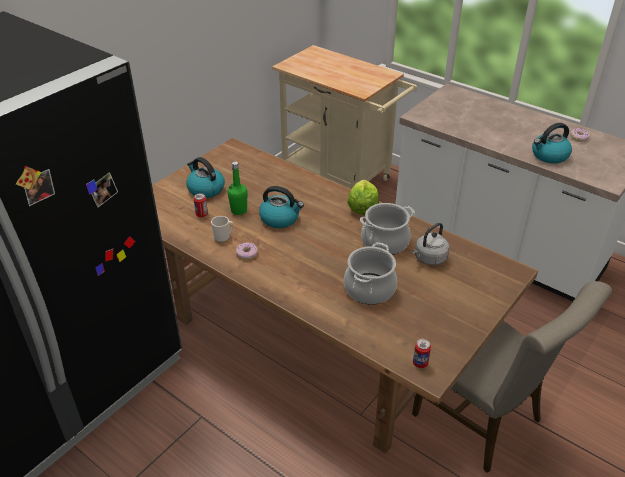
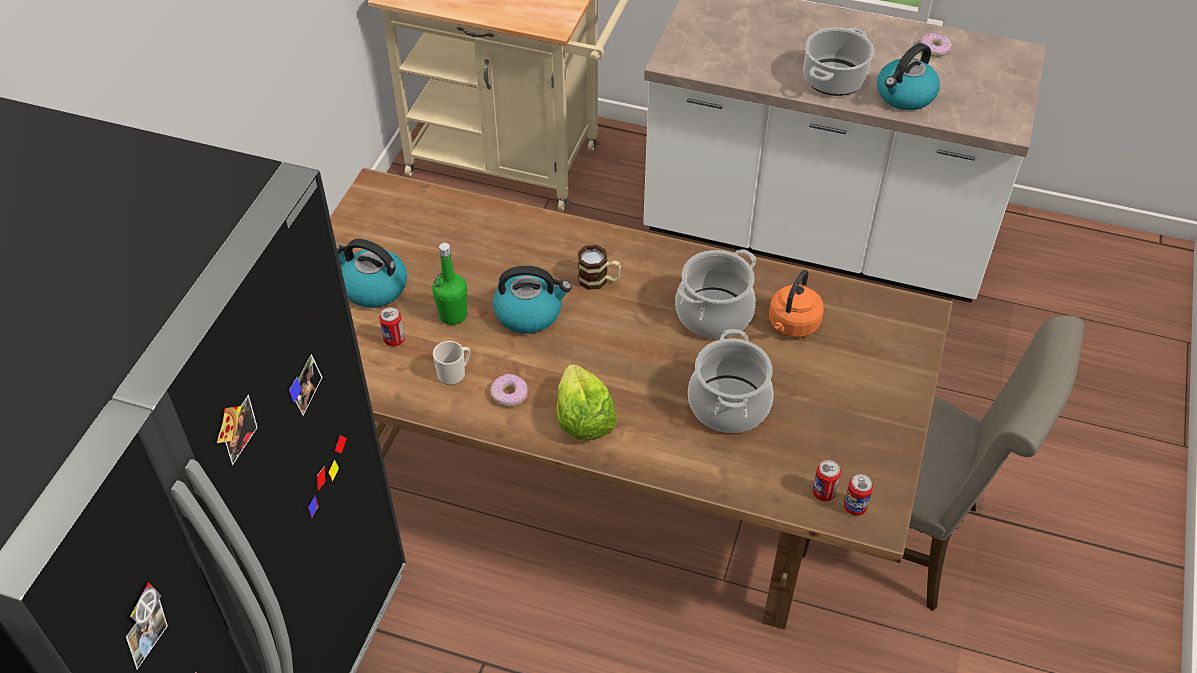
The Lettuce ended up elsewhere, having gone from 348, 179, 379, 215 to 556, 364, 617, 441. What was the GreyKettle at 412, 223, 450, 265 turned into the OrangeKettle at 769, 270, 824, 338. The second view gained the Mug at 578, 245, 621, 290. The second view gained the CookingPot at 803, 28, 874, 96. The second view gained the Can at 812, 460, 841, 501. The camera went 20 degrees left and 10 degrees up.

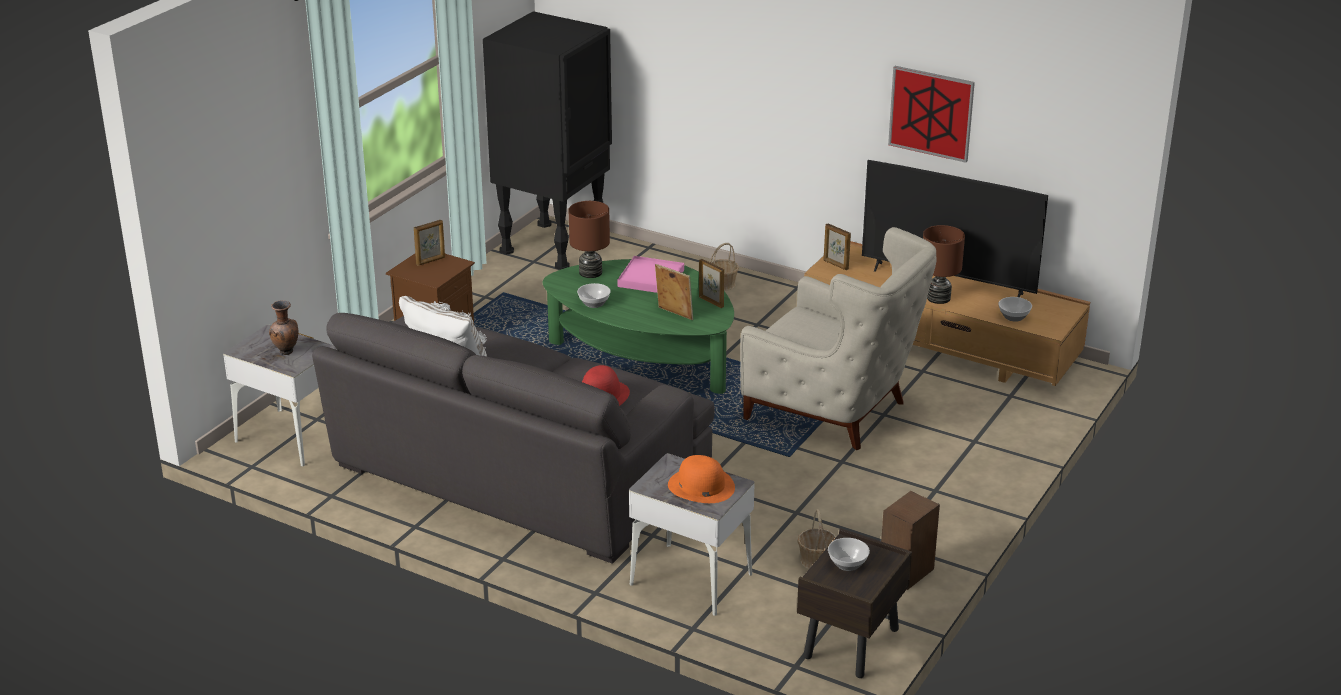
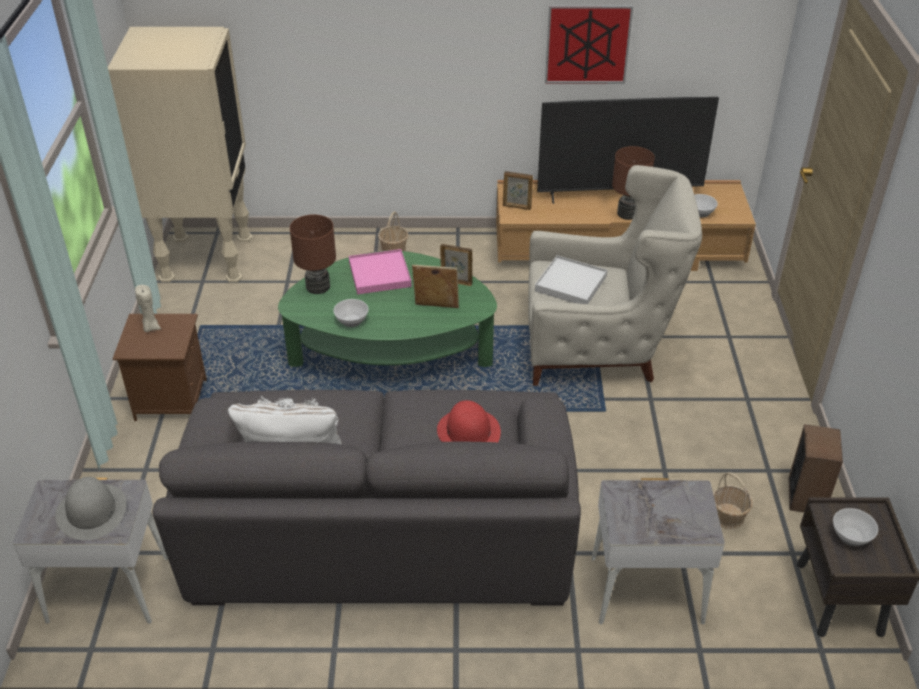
Where the BrownVase stood at 269, 300, 299, 355, the GreyHat came to stand at 55, 477, 126, 540. Where the PictureFrame stood at 414, 220, 445, 266, the BeigeCandle came to stand at 135, 285, 161, 332. What was the BlackCabinet at 483, 11, 612, 270 turned into the BeigeCabinet at 108, 27, 253, 282. The second view lost the OrangeHat at 668, 455, 735, 503. The second view gained the WhiteTray at 535, 255, 607, 304. The camera went 30 degrees left and 10 degrees up.

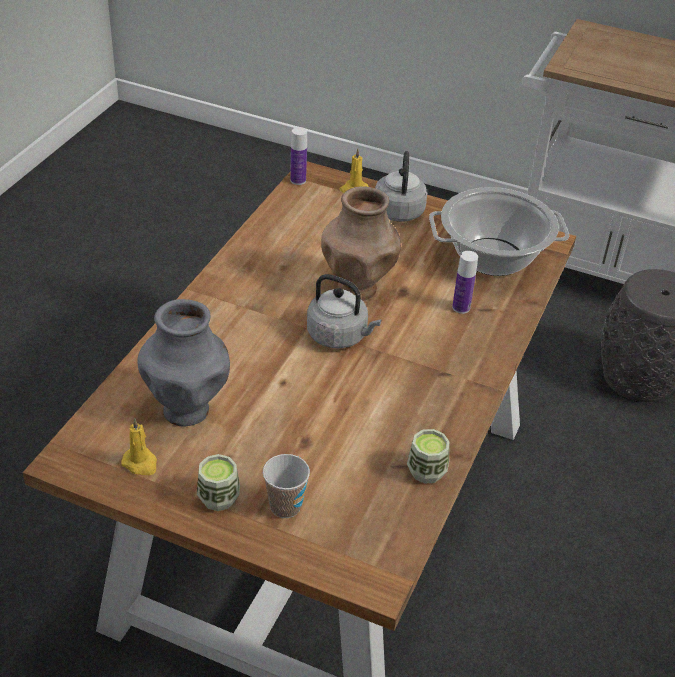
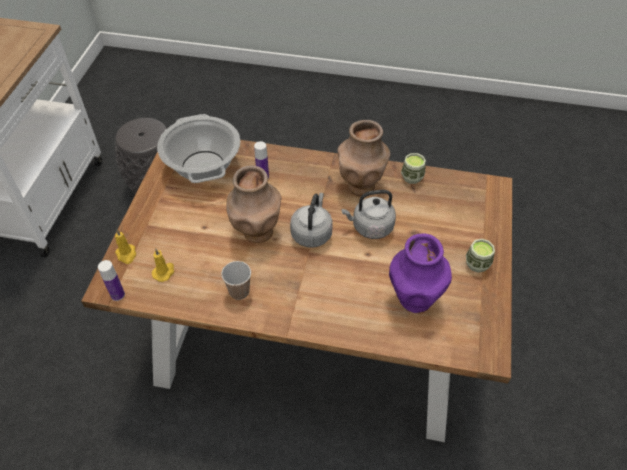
The YellowCandle ended up elsewhere, having gone from 121, 418, 157, 475 to 152, 249, 174, 282. What was the GreyVase at 137, 299, 230, 427 turned into the PurpleVase at 389, 233, 452, 313. The Cup ended up elsewhere, having gone from 263, 454, 310, 518 to 221, 261, 251, 300. The GreyKettle ended up elsewhere, having gone from 375, 151, 427, 222 to 341, 190, 396, 239. The second view gained the BrownVase at 338, 120, 390, 196. The camera went 100 degrees left and 10 degrees up.

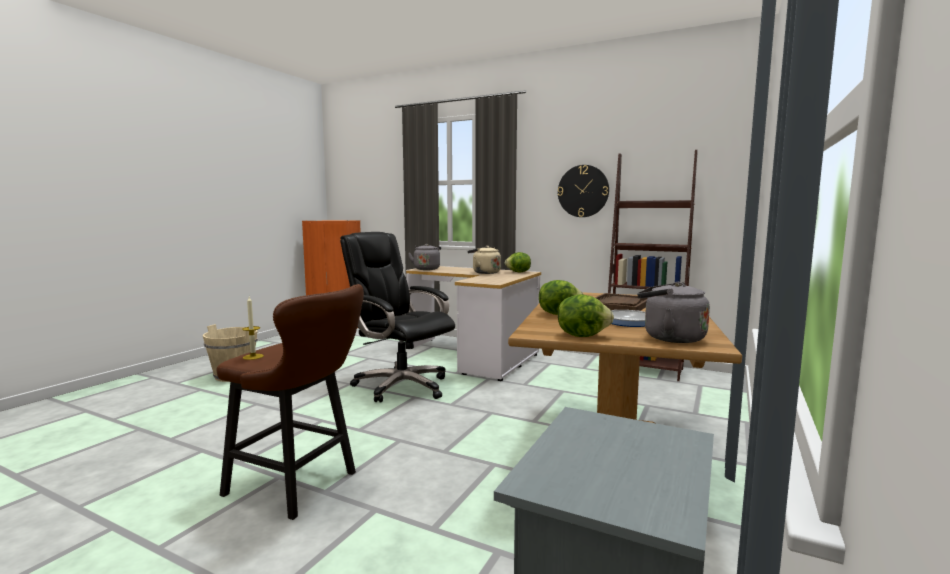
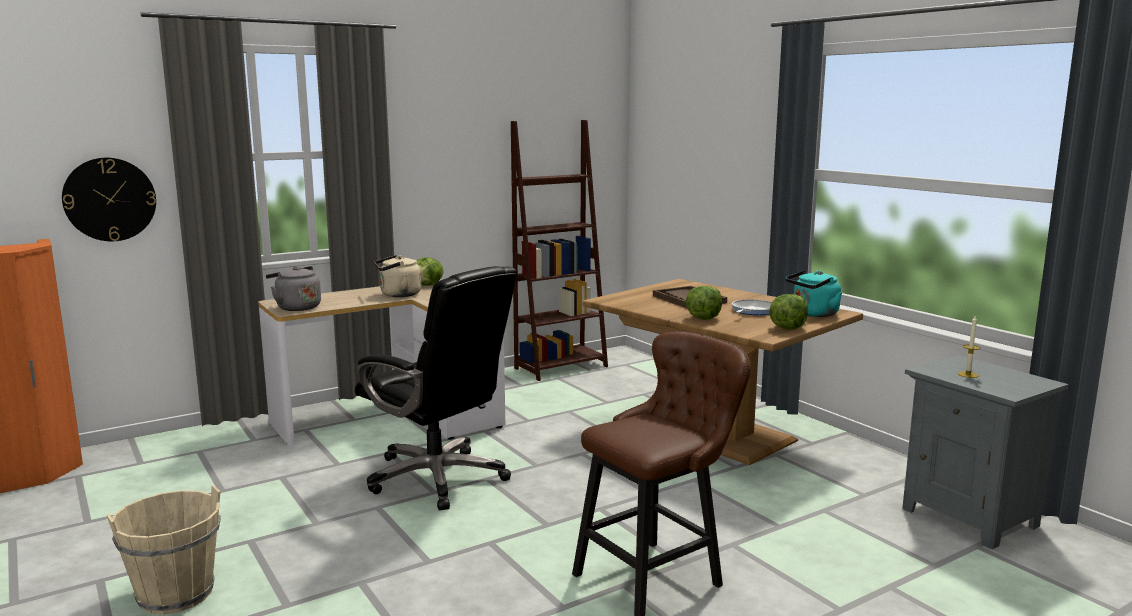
The Candle ended up elsewhere, having gone from 242, 297, 264, 360 to 958, 316, 980, 378. The BlackOfficeChair at 340, 232, 455, 402 ended up facing another way, 120 degrees counterclockwise from before. The WallClock ended up elsewhere, having gone from 558, 165, 609, 217 to 62, 158, 156, 241. What was the GreyKettle at 637, 282, 710, 343 turned into the TurquoiseKettle at 786, 270, 842, 317. The camera went 60 degrees left and 5 degrees up.

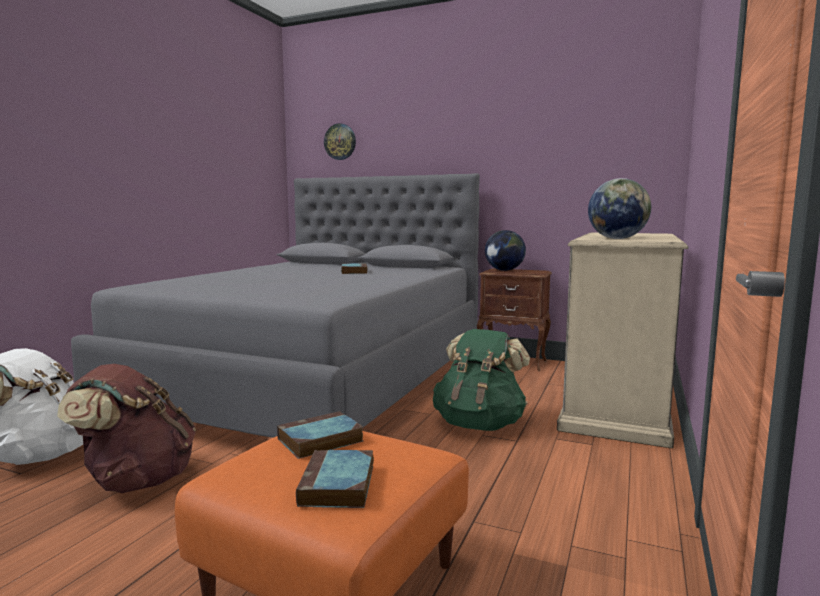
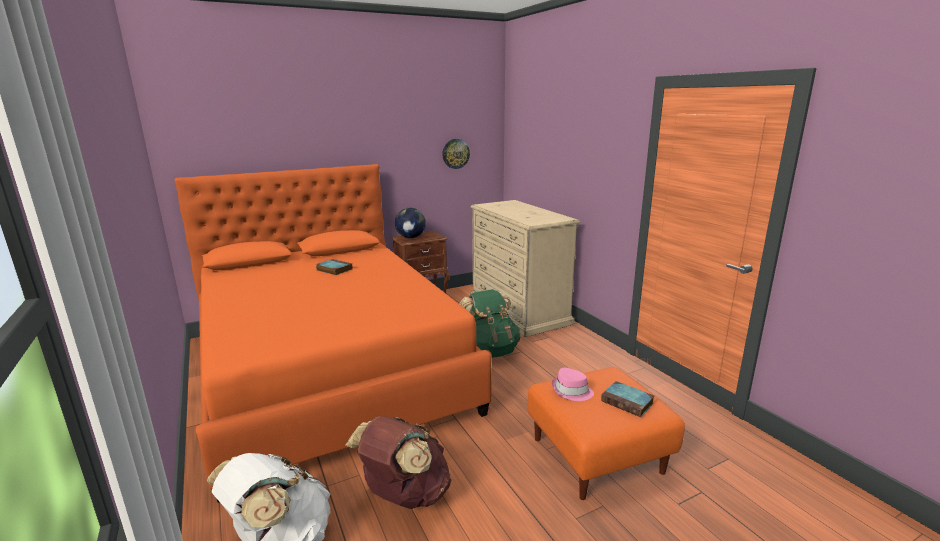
What was the GreyBed at 71, 173, 480, 438 turned into the OrangeBed at 175, 164, 492, 503. Where the Book stood at 277, 411, 363, 459, the PinkHat came to stand at 552, 368, 594, 401. The WallClock ended up elsewhere, having gone from 324, 123, 356, 160 to 442, 139, 470, 169. The second view lost the Globe at 588, 178, 651, 239. The camera went 50 degrees left and 10 degrees up.

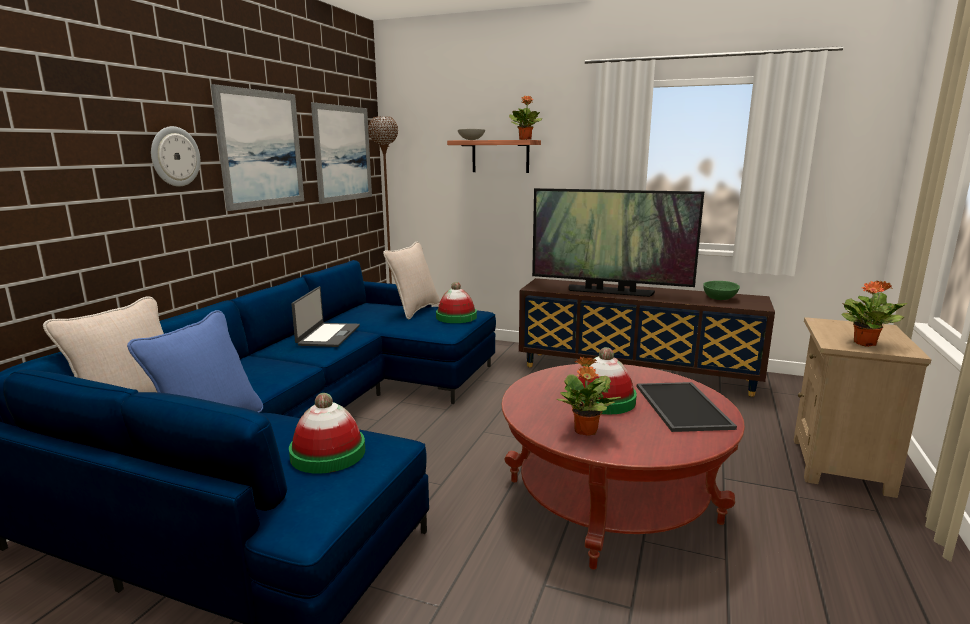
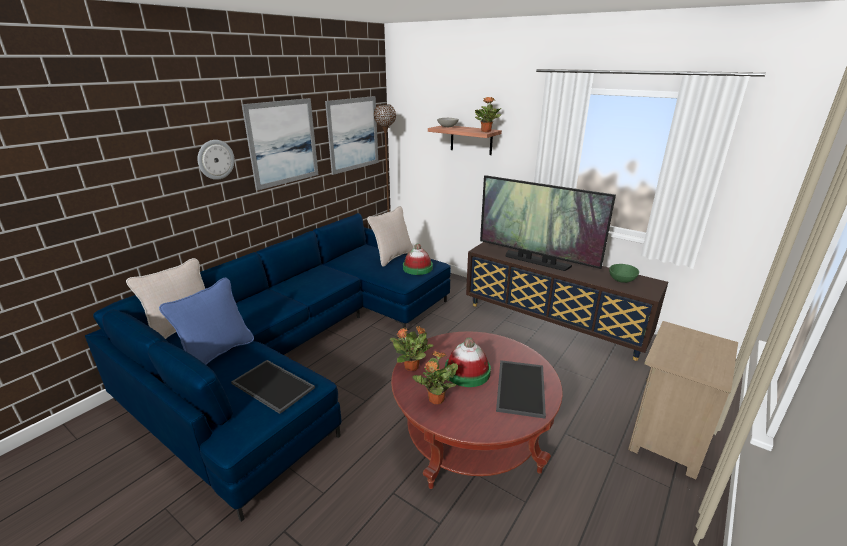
Where the Hat stood at 289, 393, 365, 474, the Tray came to stand at 231, 360, 315, 414. The second view lost the Laptop at 291, 286, 360, 347. The PottedPlant ended up elsewhere, having gone from 842, 281, 908, 347 to 389, 326, 433, 371. The camera went 15 degrees right and 10 degrees up.

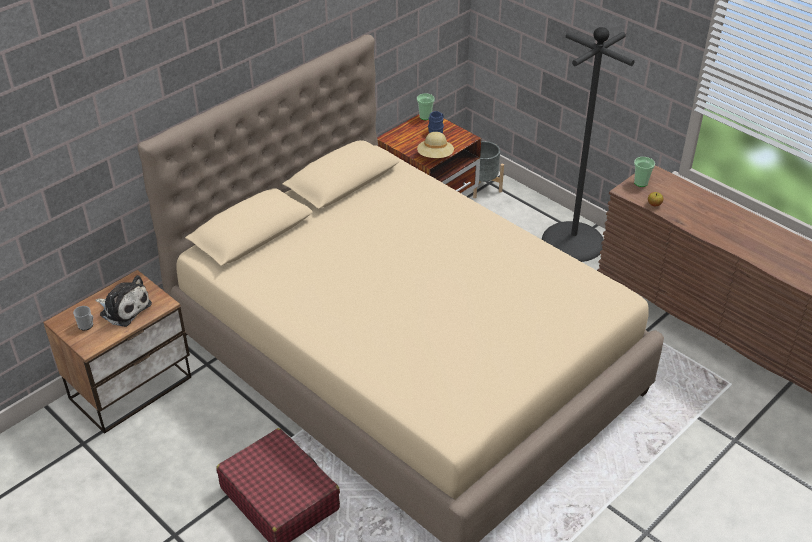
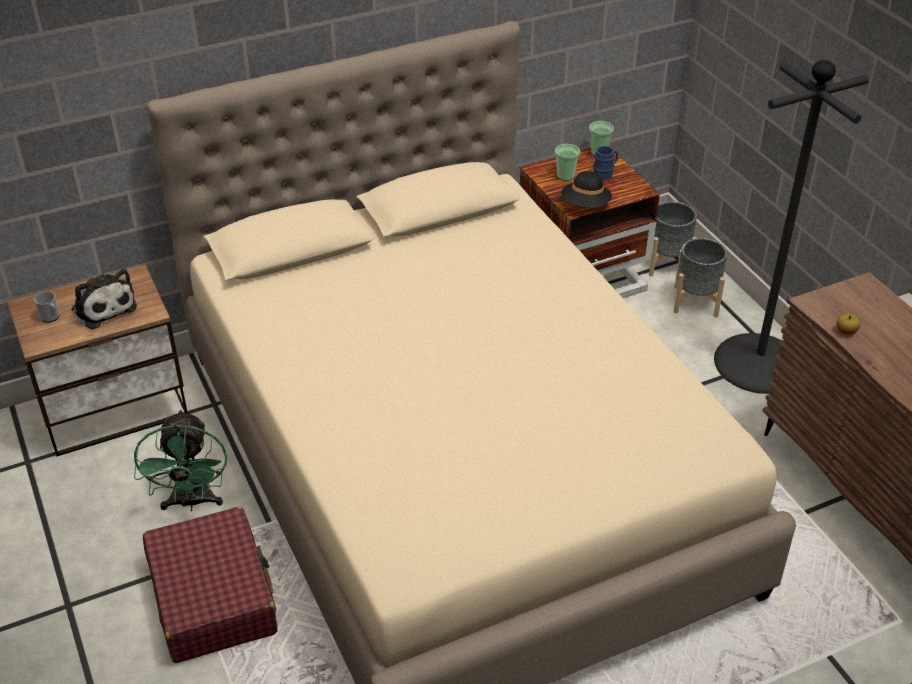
What was the BeigeHat at 417, 132, 454, 158 turned into the BlackHat at 561, 171, 612, 208. The Cup ended up elsewhere, having gone from 634, 157, 655, 187 to 555, 144, 580, 181. The second view gained the GreenFan at 134, 409, 227, 511. The second view gained the GreyPlanter at 673, 238, 727, 317. The camera went 20 degrees right and 0 degrees up.

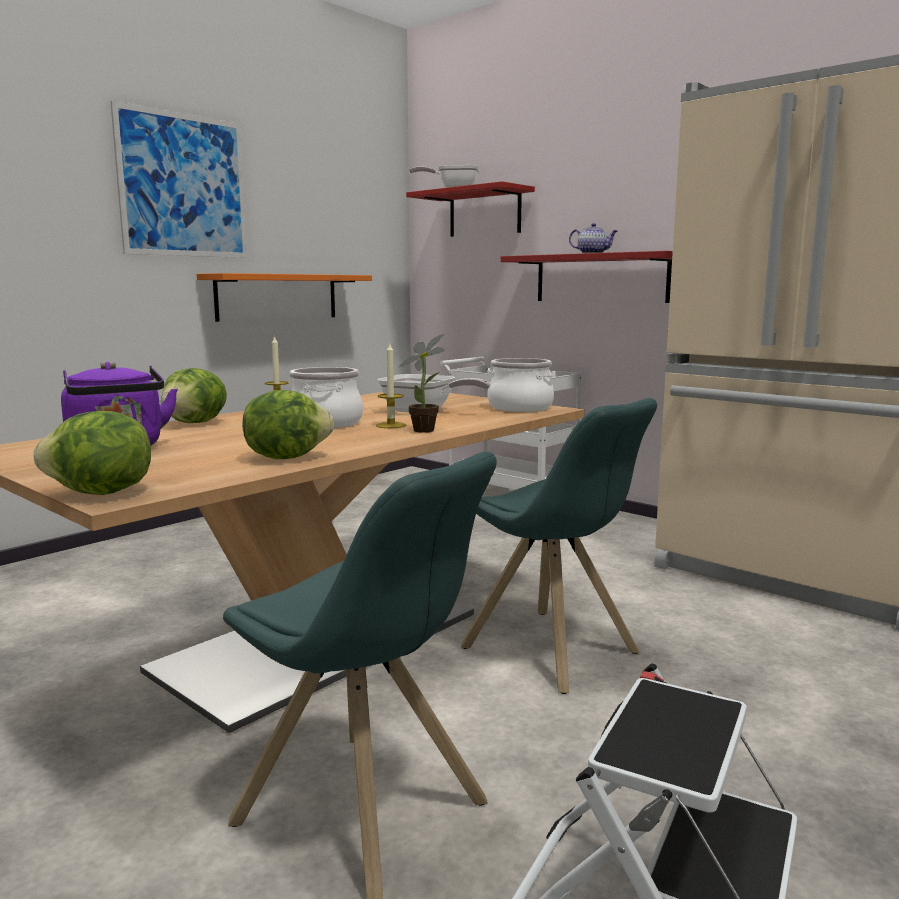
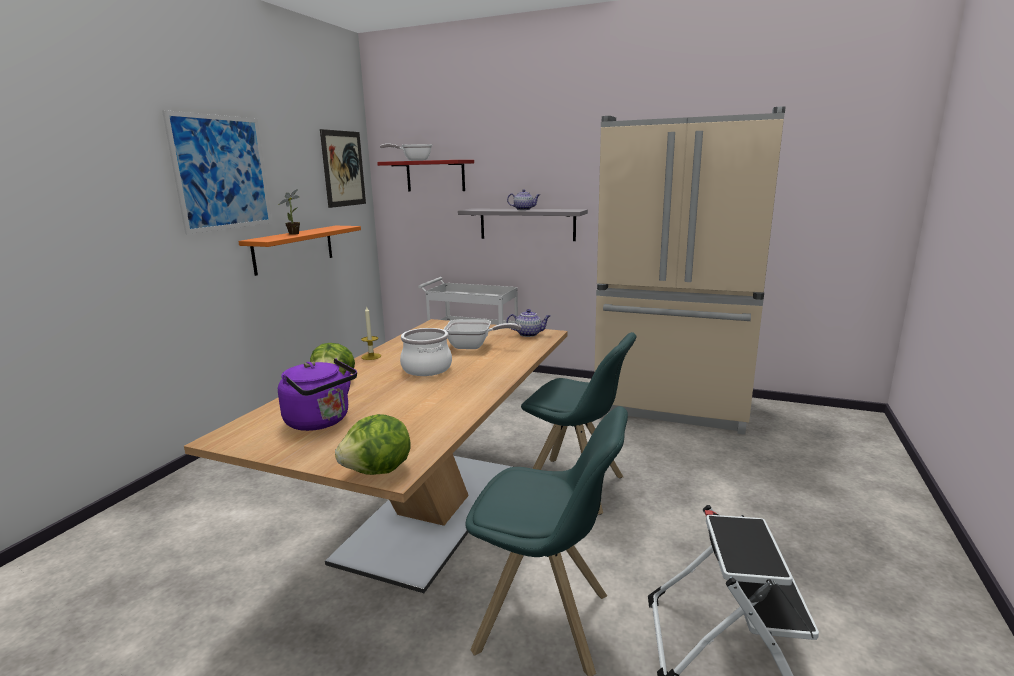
The second view lost the Lettuce at 242, 390, 334, 459. The second view lost the Candle at 376, 343, 406, 428. The PottedPlant ended up elsewhere, having gone from 399, 334, 445, 433 to 279, 189, 300, 235. Where the CookingPot stood at 487, 358, 556, 412, the Teapot came to stand at 506, 309, 550, 337. What was the RedShelf at 500, 251, 673, 303 turned into the GreyShelf at 458, 208, 588, 241. The second view gained the Picture at 320, 129, 366, 208. The camera went 20 degrees left and 5 degrees up.

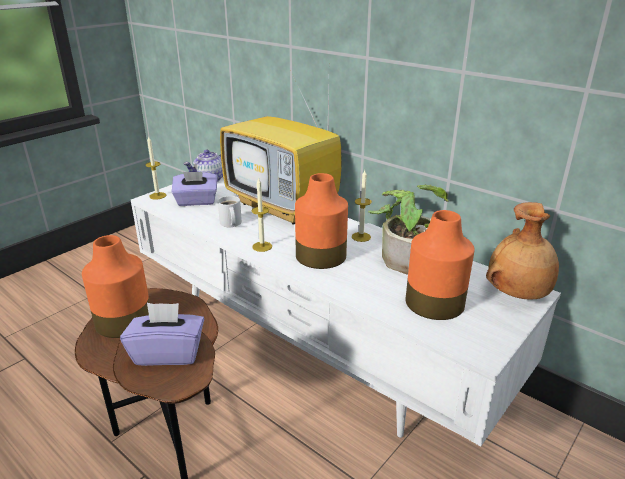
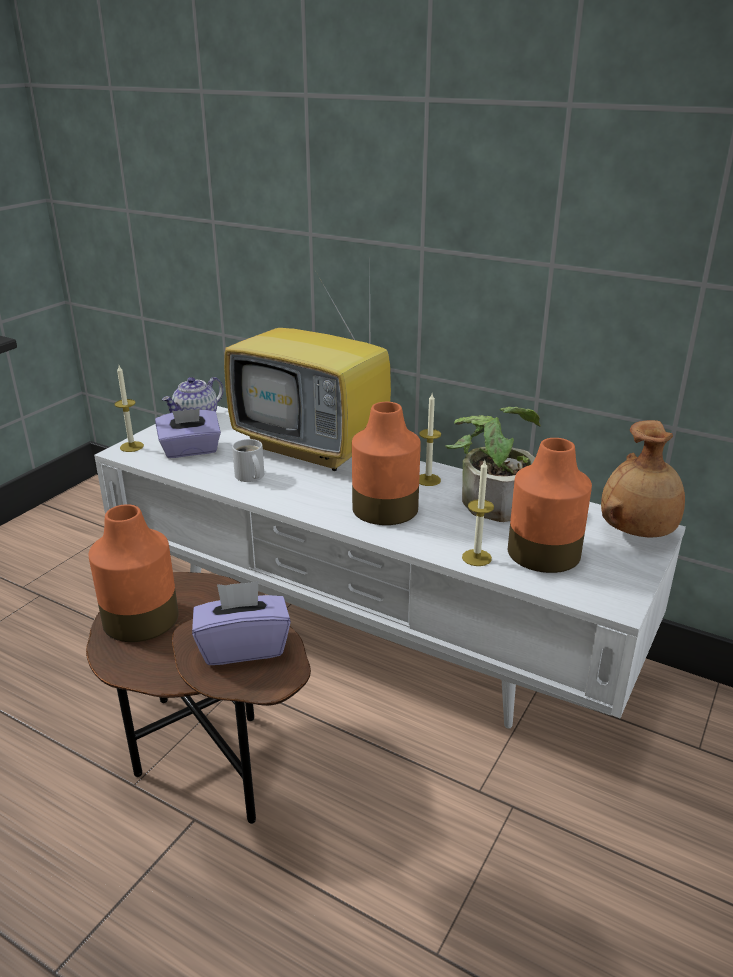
The Candle ended up elsewhere, having gone from 252, 178, 272, 252 to 462, 460, 494, 566. The camera went 10 degrees left and 0 degrees up.

